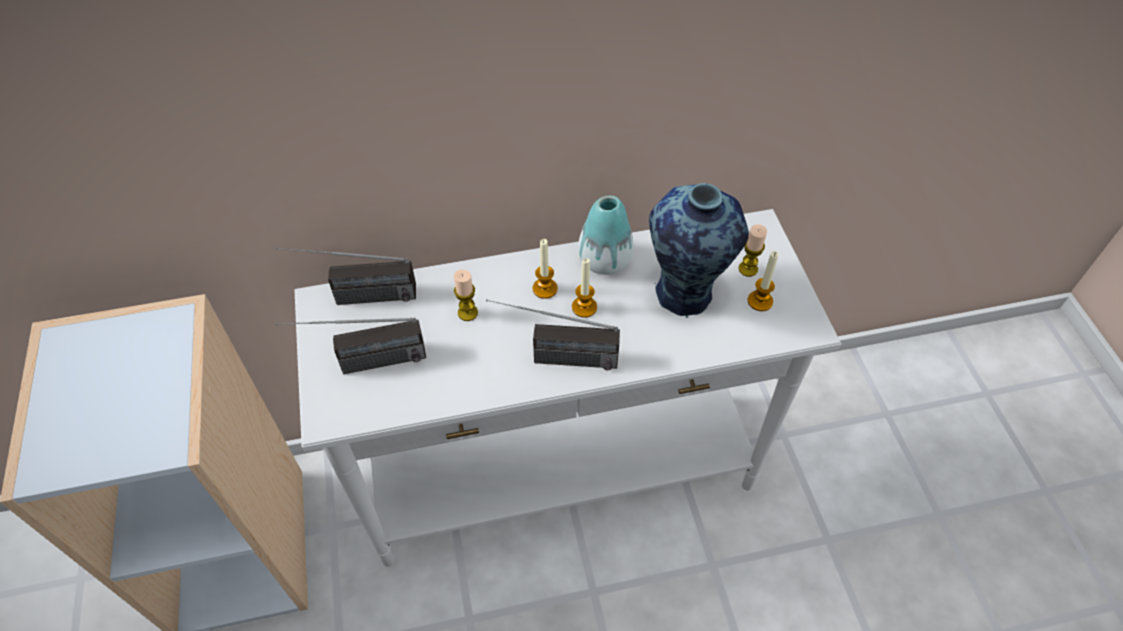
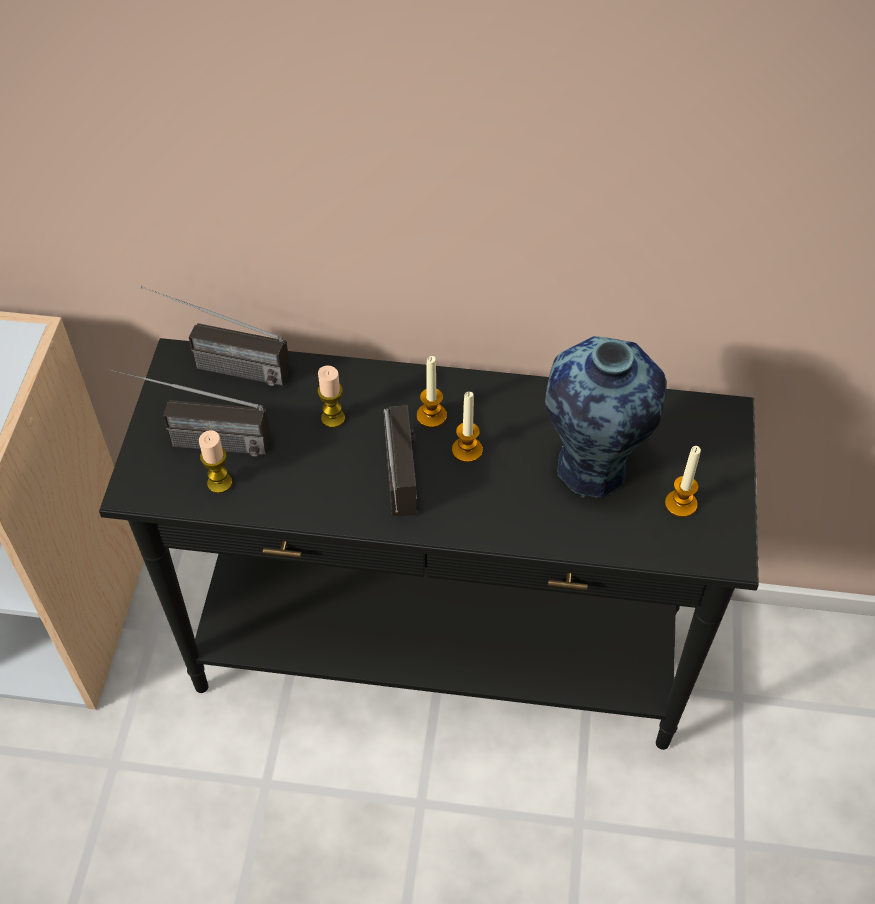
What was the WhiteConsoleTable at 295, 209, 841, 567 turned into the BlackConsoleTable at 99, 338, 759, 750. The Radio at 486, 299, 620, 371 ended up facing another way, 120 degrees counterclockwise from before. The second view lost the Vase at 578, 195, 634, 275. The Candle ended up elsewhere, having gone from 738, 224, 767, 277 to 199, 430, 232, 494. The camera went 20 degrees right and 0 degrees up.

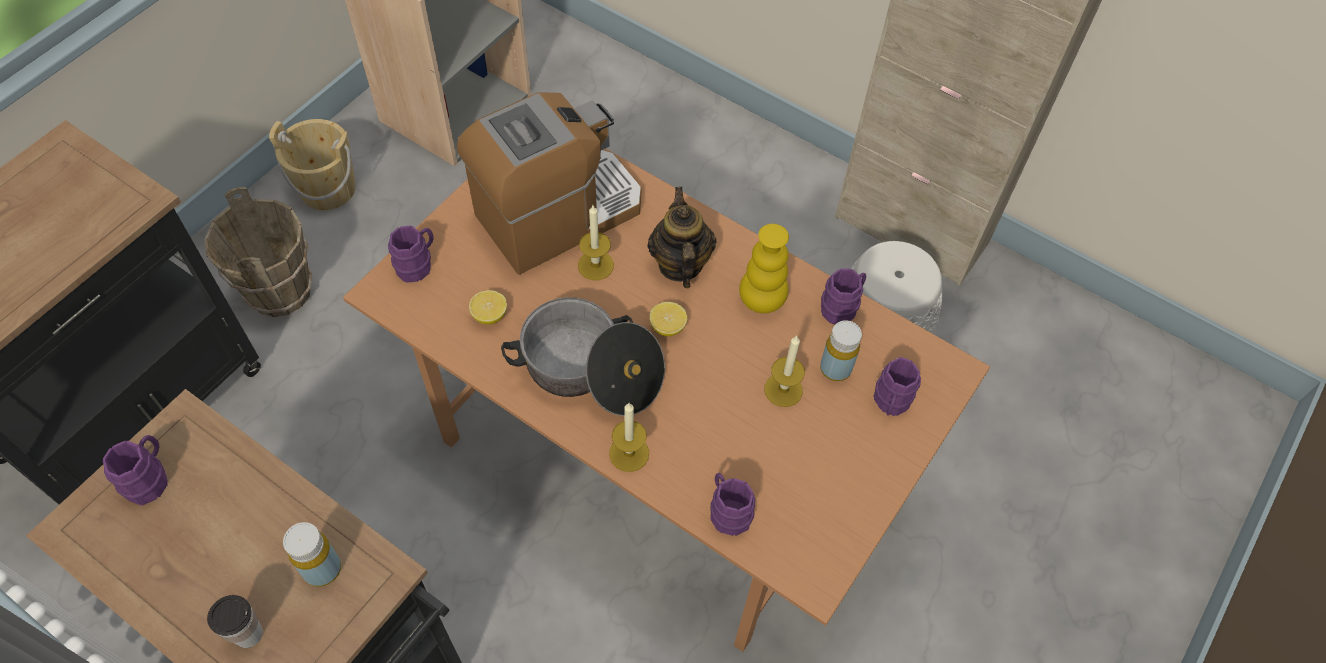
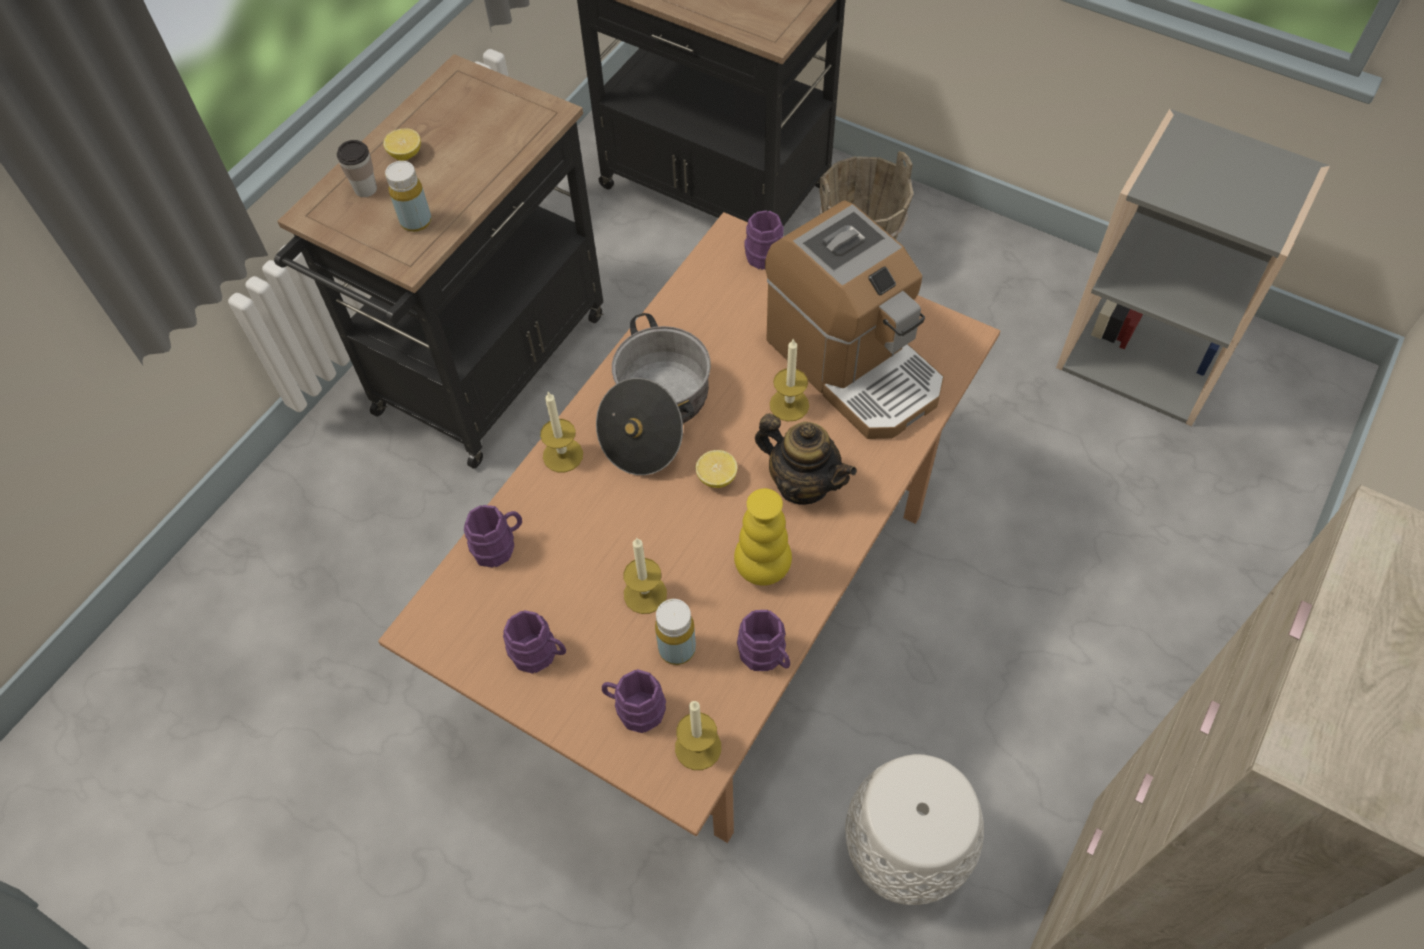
The PurpleMug ended up elsewhere, having gone from 103, 435, 168, 506 to 503, 610, 566, 674. The second view lost the BeigeBucket at 269, 119, 355, 210. The Lemon ended up elsewhere, having gone from 469, 290, 507, 324 to 383, 128, 421, 161. The Teapot at 647, 187, 717, 288 ended up facing another way, 45 degrees clockwise from before. The second view gained the Candle at 675, 701, 721, 770. The camera went 90 degrees right and 0 degrees up.

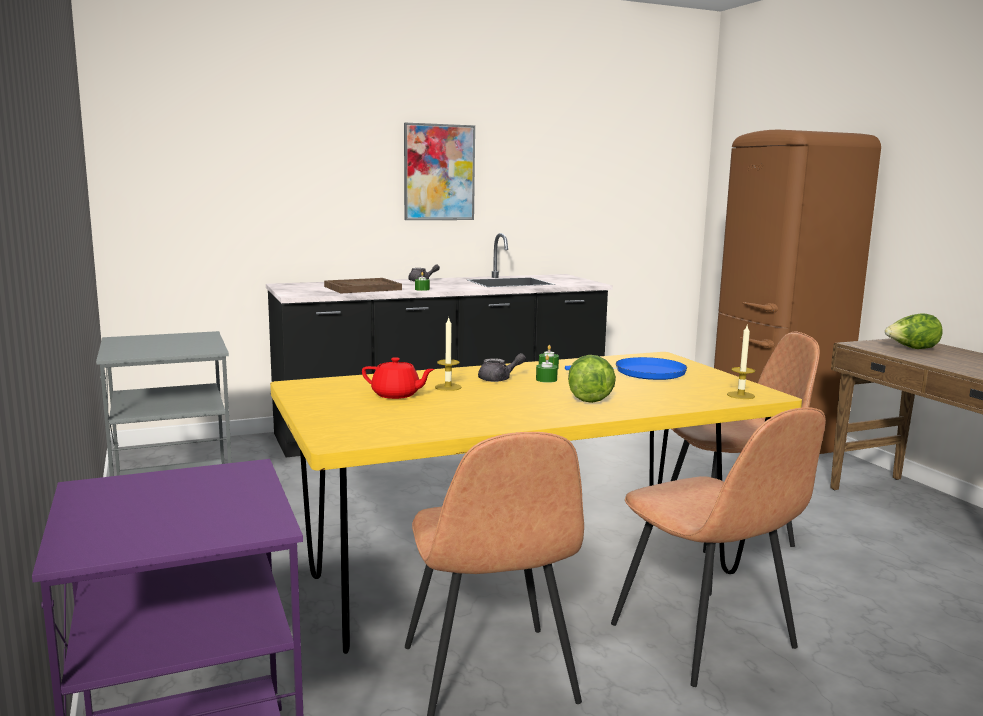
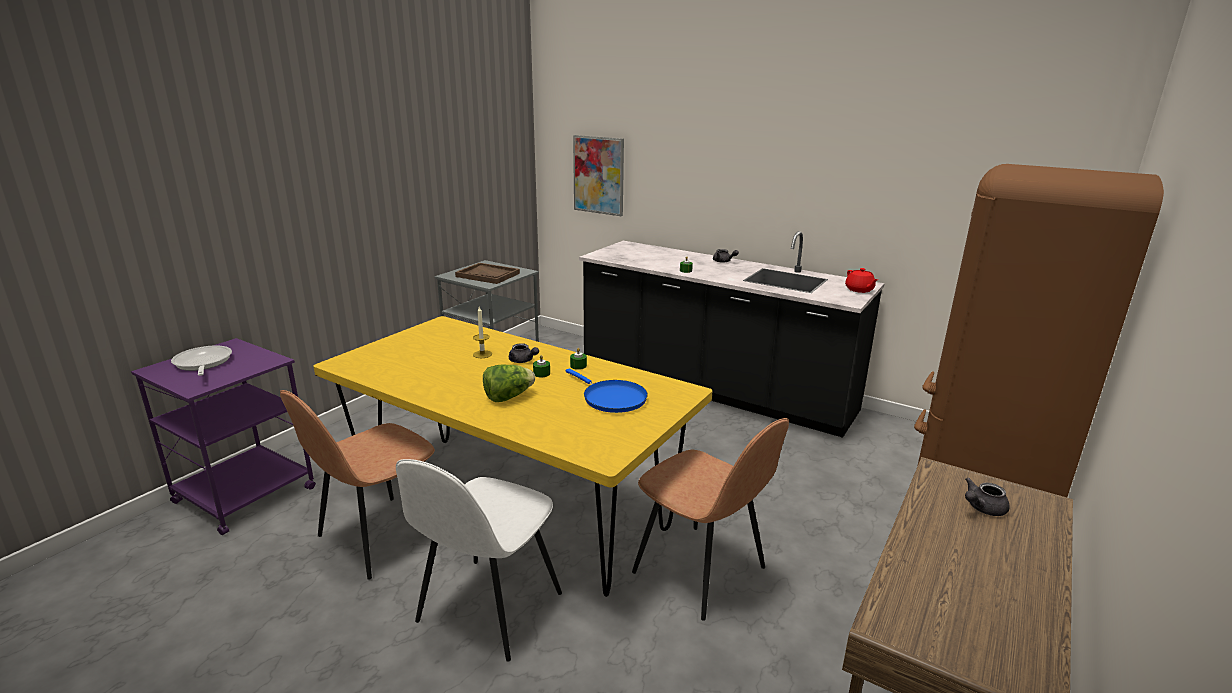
The BrownTray ended up elsewhere, having gone from 324, 278, 402, 293 to 455, 263, 520, 284. The RedTeapot ended up elsewhere, having gone from 362, 357, 435, 399 to 845, 268, 878, 293. The Picture ended up elsewhere, having gone from 404, 122, 475, 220 to 573, 135, 624, 216. What was the BrownChair at 611, 407, 826, 687 turned into the WhiteChair at 396, 459, 562, 662. The second view lost the Candle at 727, 325, 755, 399. Where the Lettuce stood at 885, 313, 942, 349, the GreyTeapot came to stand at 965, 478, 1010, 516. The second view gained the FryingPan at 171, 346, 232, 376. The camera went 55 degrees right and 10 degrees up.

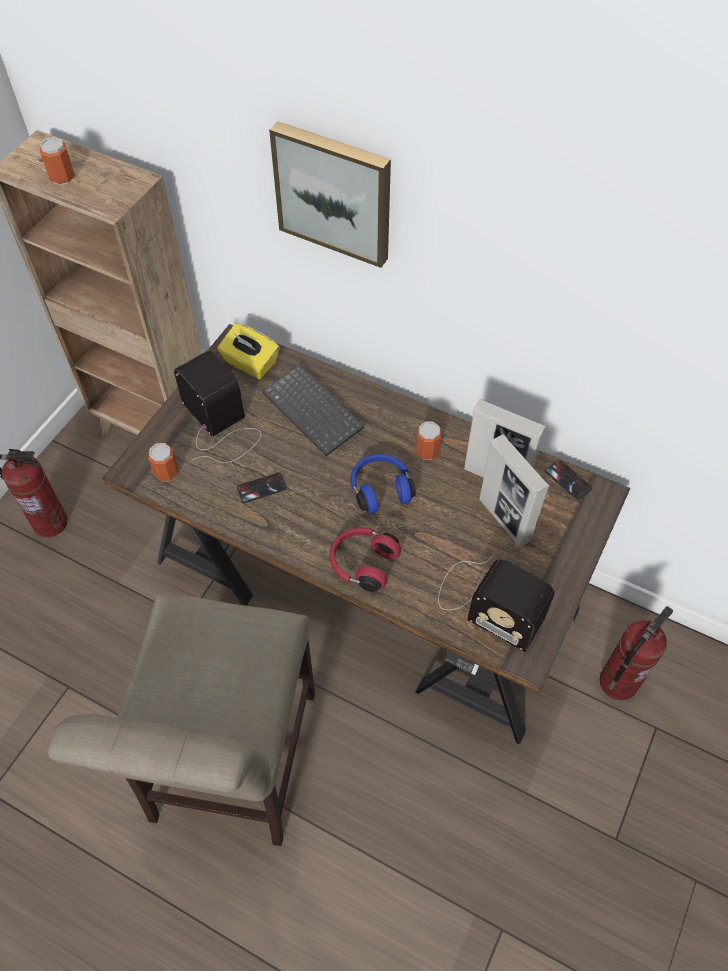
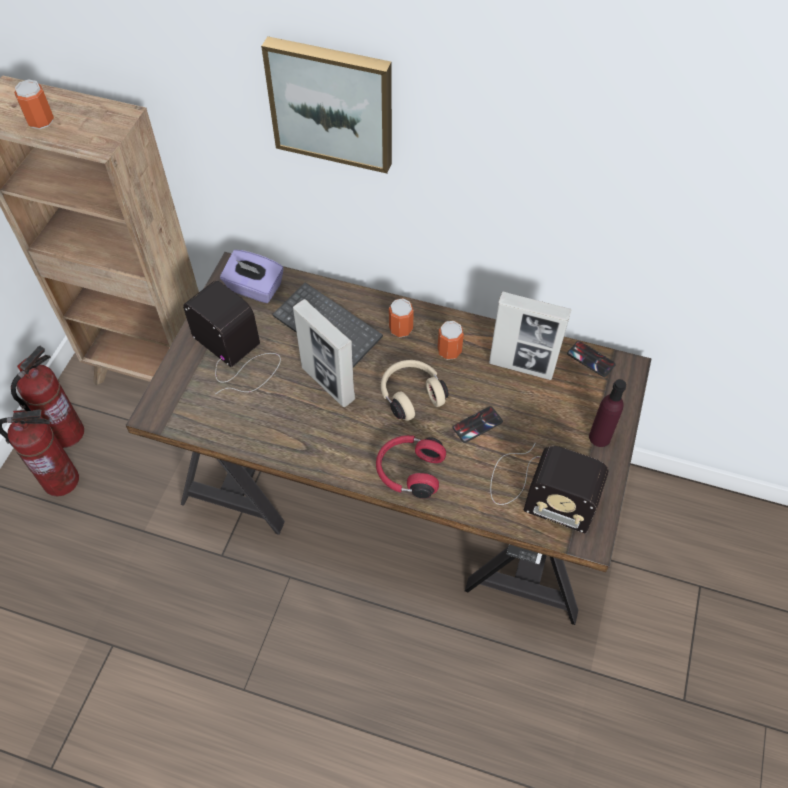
The second view lost the BeigeChair at 48, 592, 315, 846. The Can ended up elsewhere, having gone from 148, 443, 178, 481 to 389, 298, 414, 338. What was the YellowTissueBox at 217, 323, 279, 380 turned into the PurpleTissueBox at 220, 250, 284, 303. The Phone ended up elsewhere, having gone from 237, 473, 287, 503 to 453, 406, 503, 443. What was the BlueHeadphones at 350, 454, 416, 514 turned into the BeigeHeadphones at 381, 360, 449, 421. The PictureFrame ended up elsewhere, having gone from 479, 434, 549, 547 to 293, 299, 355, 407. The FireExtinguisher ended up elsewhere, having gone from 600, 606, 673, 700 to 11, 346, 84, 448. The second view gained the PurpleBottle at 589, 379, 626, 447. The camera went 10 degrees left and 0 degrees up.

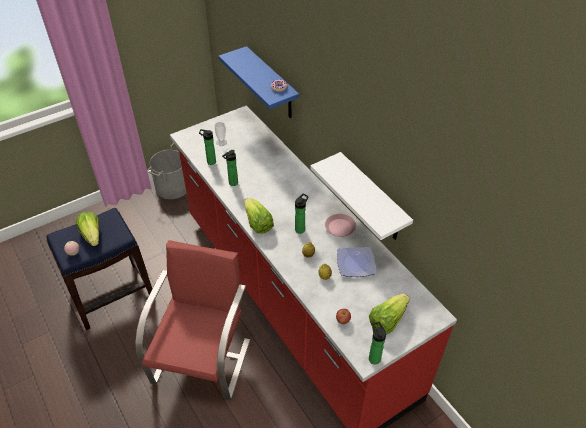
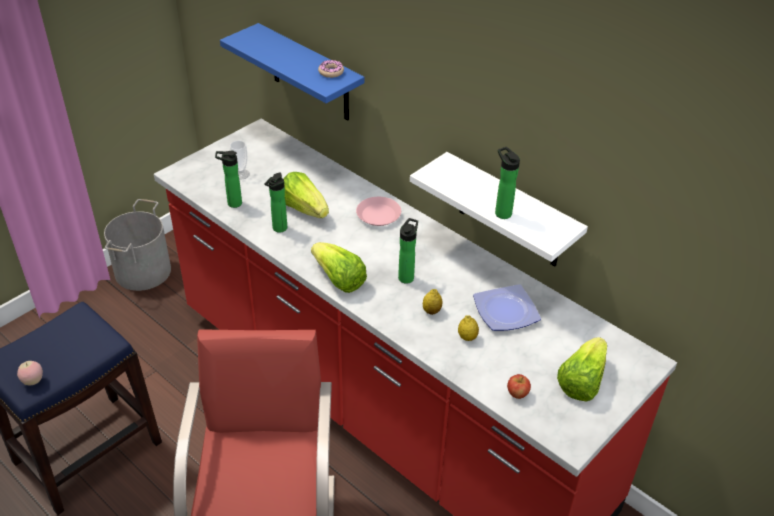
The Lettuce ended up elsewhere, having gone from 76, 212, 99, 246 to 283, 172, 329, 218. The PinkPlate ended up elsewhere, having gone from 325, 214, 356, 237 to 356, 197, 401, 226. The Bottle ended up elsewhere, having gone from 369, 322, 386, 364 to 495, 147, 520, 219. The camera went 15 degrees left and 5 degrees down.

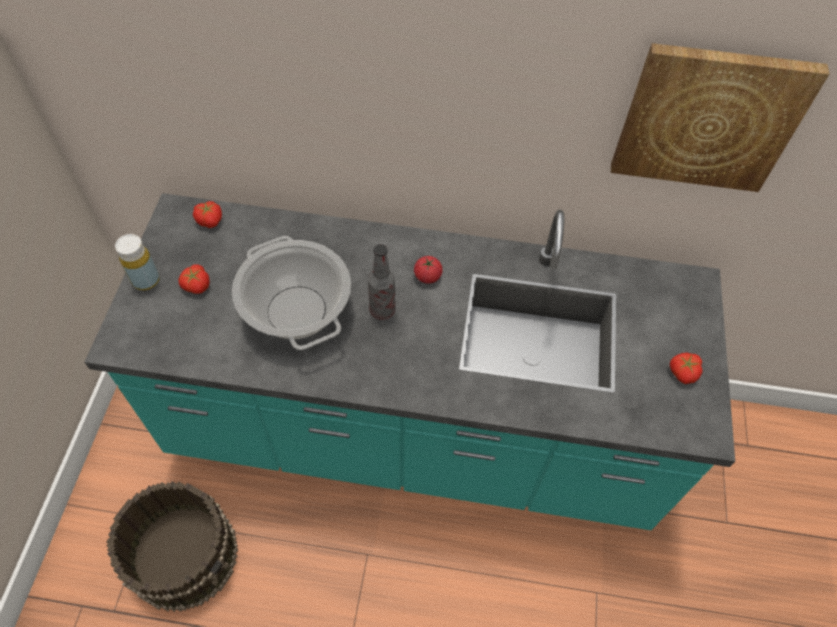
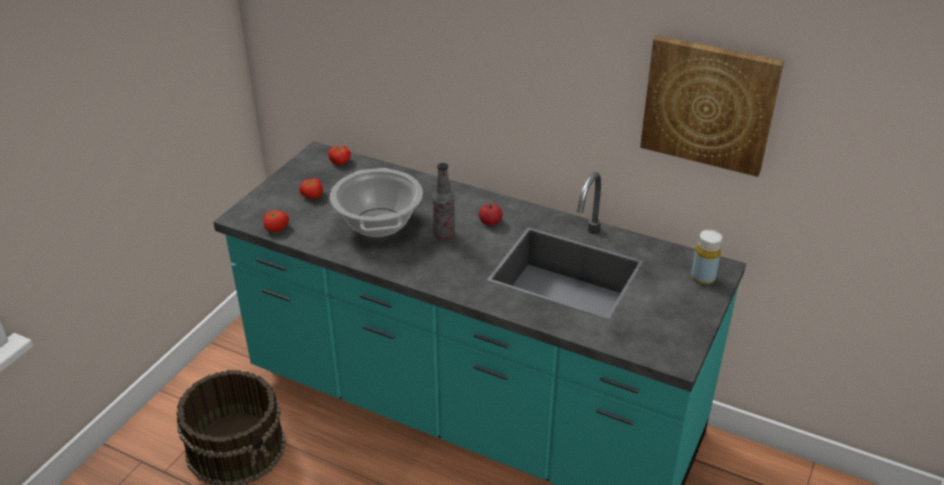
The YellowBottle ended up elsewhere, having gone from 115, 234, 159, 290 to 691, 230, 722, 285. The Tomato ended up elsewhere, having gone from 670, 352, 703, 384 to 263, 210, 289, 232. The camera went 20 degrees right and 20 degrees down.

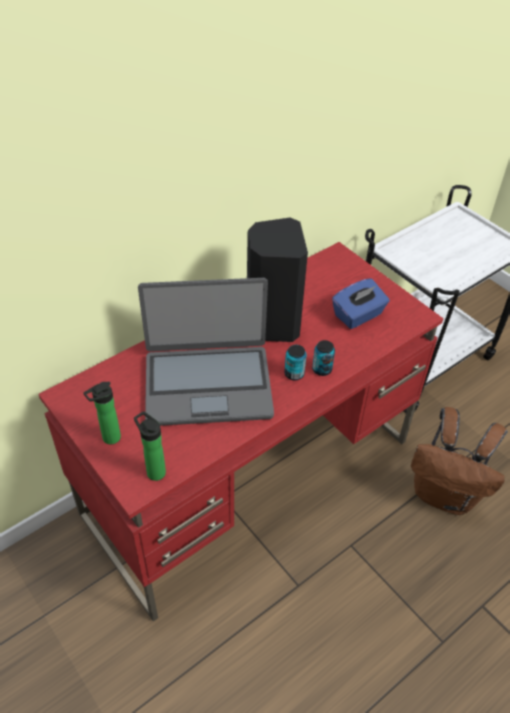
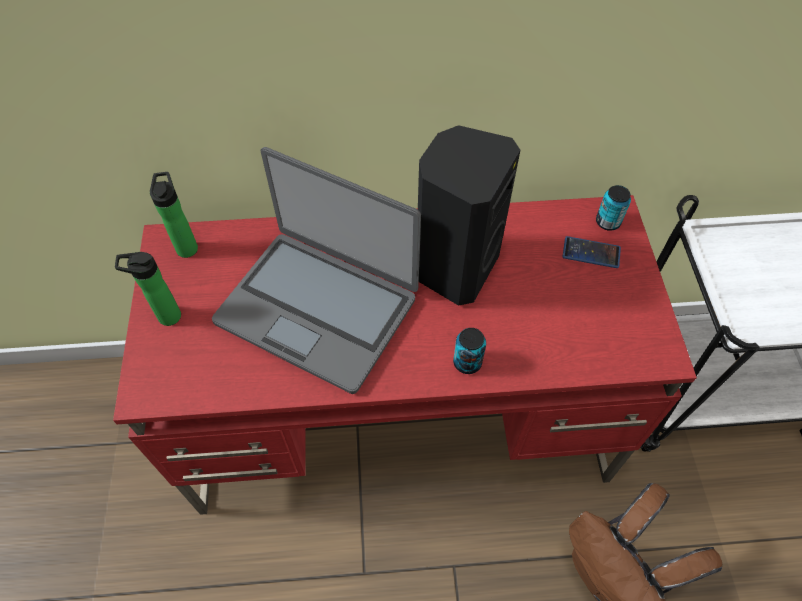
The Bottle ended up elsewhere, having gone from 134, 411, 166, 481 to 150, 172, 198, 258. The Can ended up elsewhere, having gone from 284, 345, 307, 380 to 596, 185, 631, 231. The second view lost the BlueTissueBox at 332, 278, 389, 329. The second view gained the Phone at 563, 236, 621, 268. The camera went 35 degrees right and 10 degrees up.

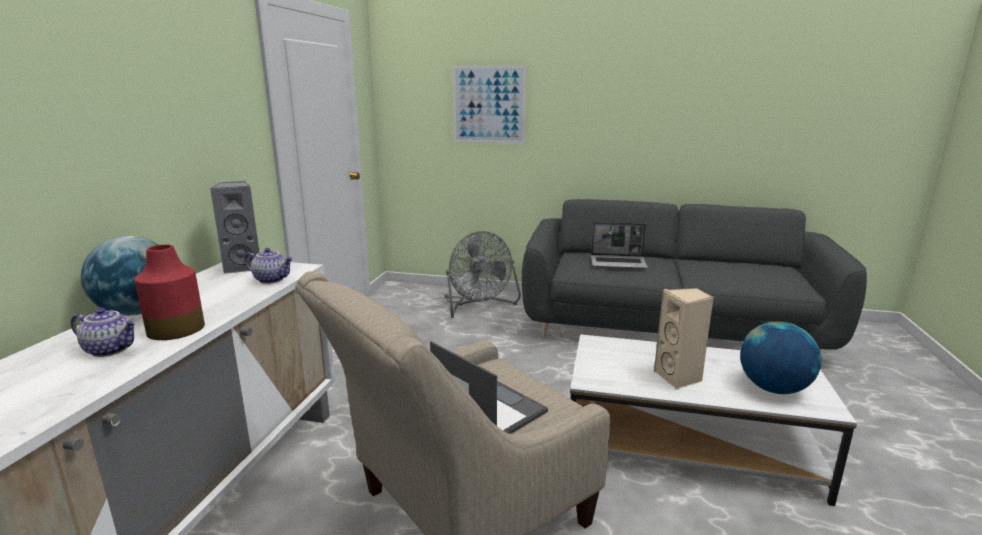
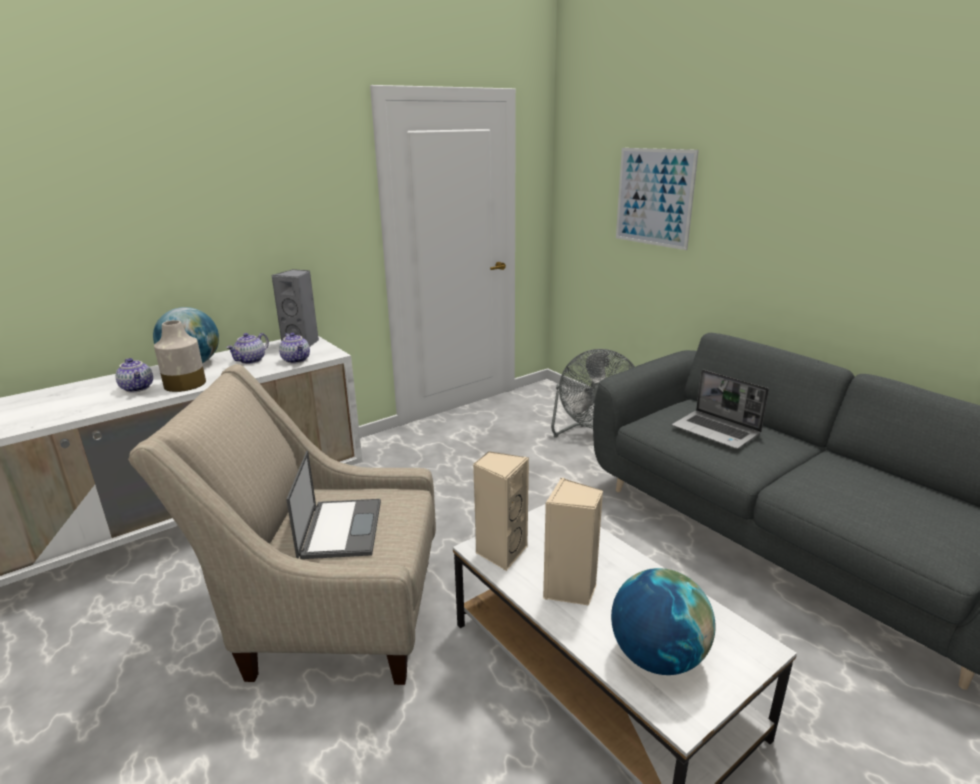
What was the RedVase at 134, 244, 205, 340 turned into the BeigeVase at 154, 320, 206, 392. The second view gained the Teapot at 226, 333, 269, 364. The second view gained the BeigeSpeaker at 473, 451, 529, 571. The camera went 40 degrees right and 5 degrees up.

